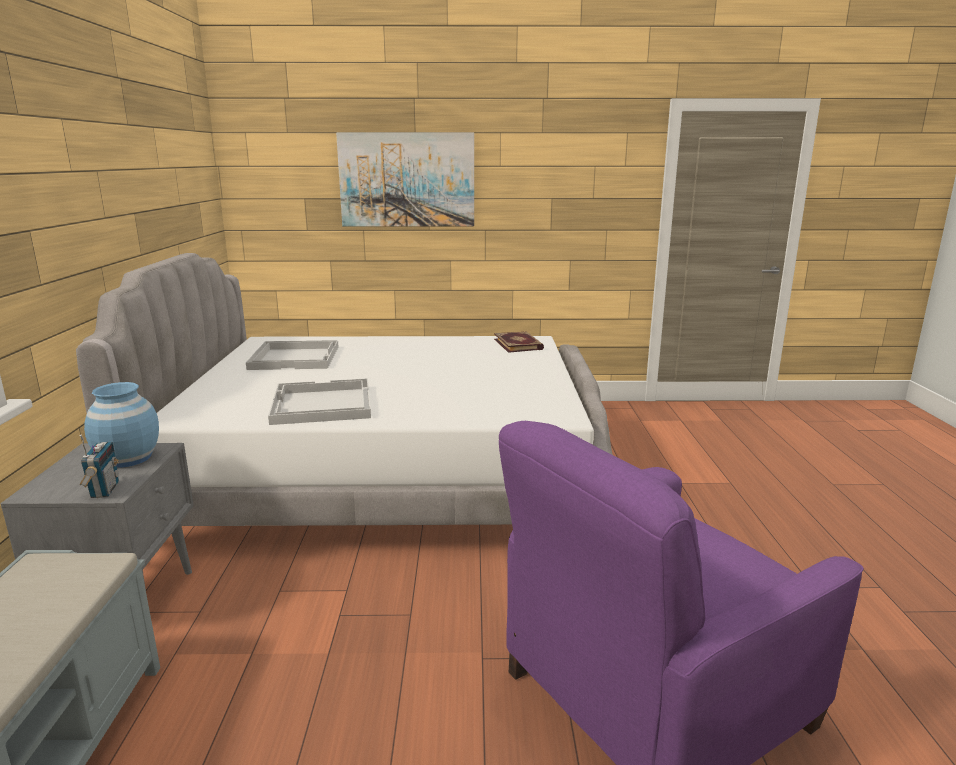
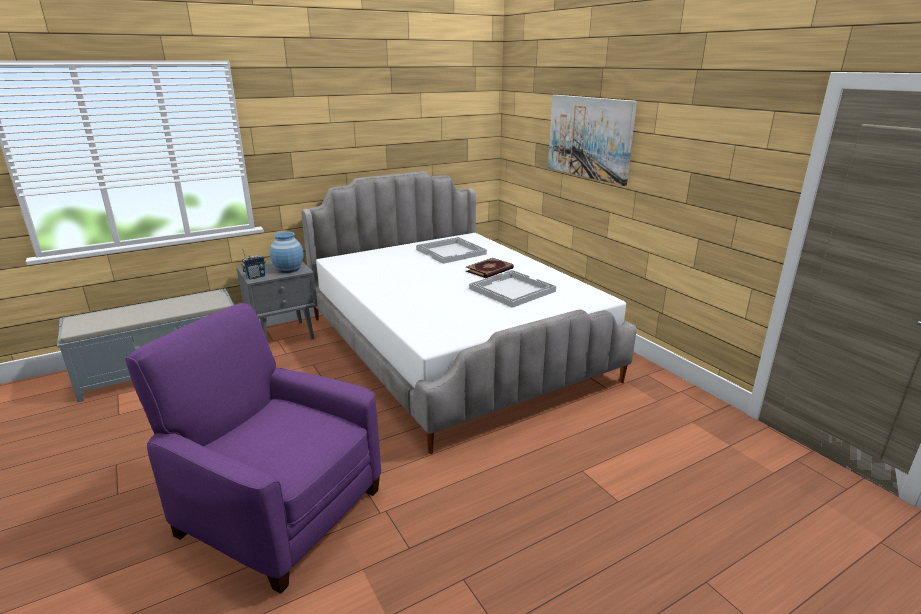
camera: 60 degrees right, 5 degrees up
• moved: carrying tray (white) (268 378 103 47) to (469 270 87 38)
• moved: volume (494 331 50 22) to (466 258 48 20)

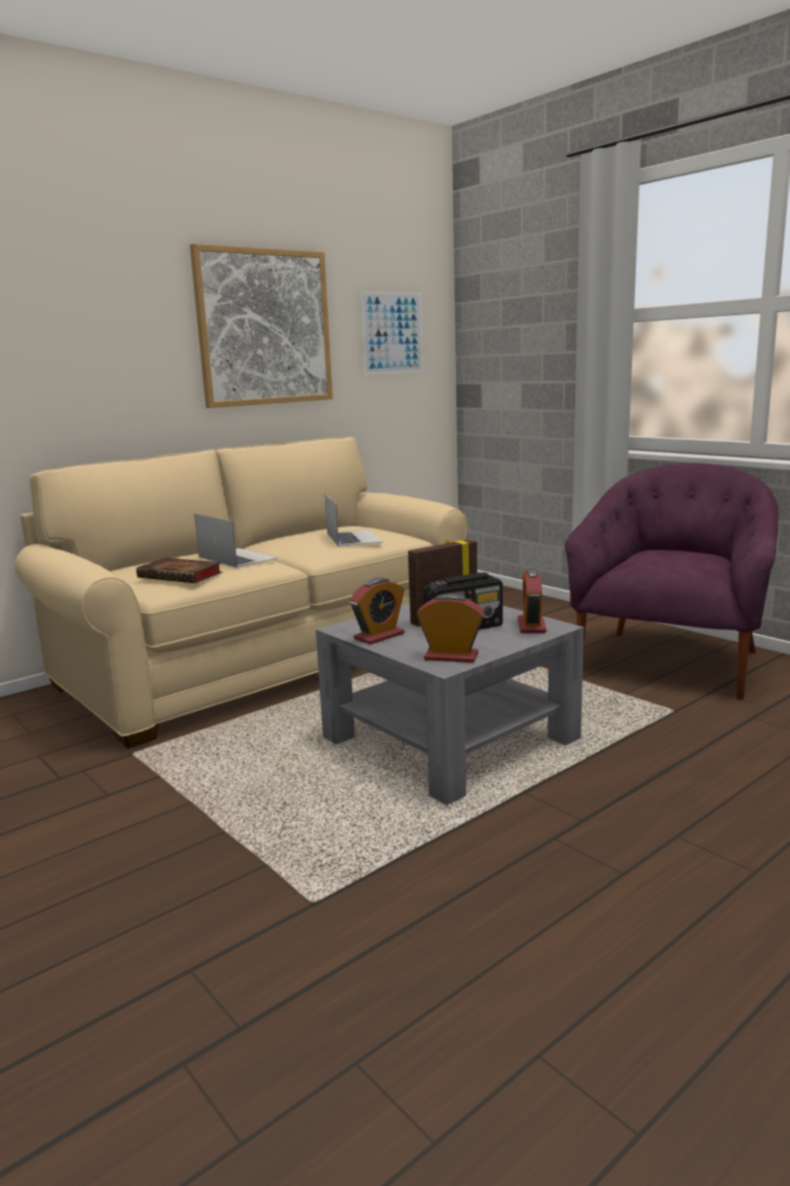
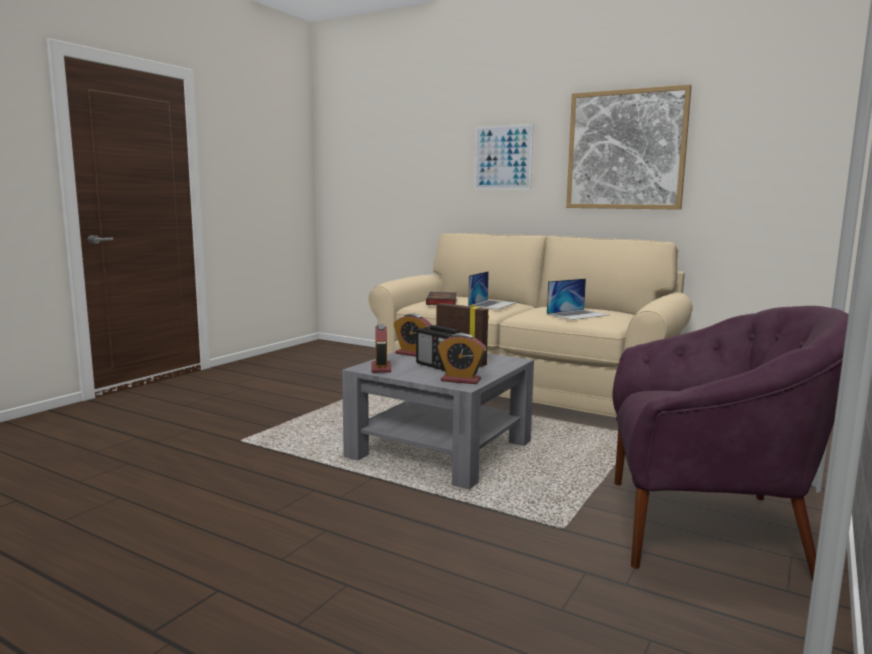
camera: 70 degrees right, 5 degrees down
• moved: picture (360 291 63 84) to (474 124 59 66)
• turned: alarm clock (518 568 29 65) = (437 333 49 51) 150 degrees counterclockwise

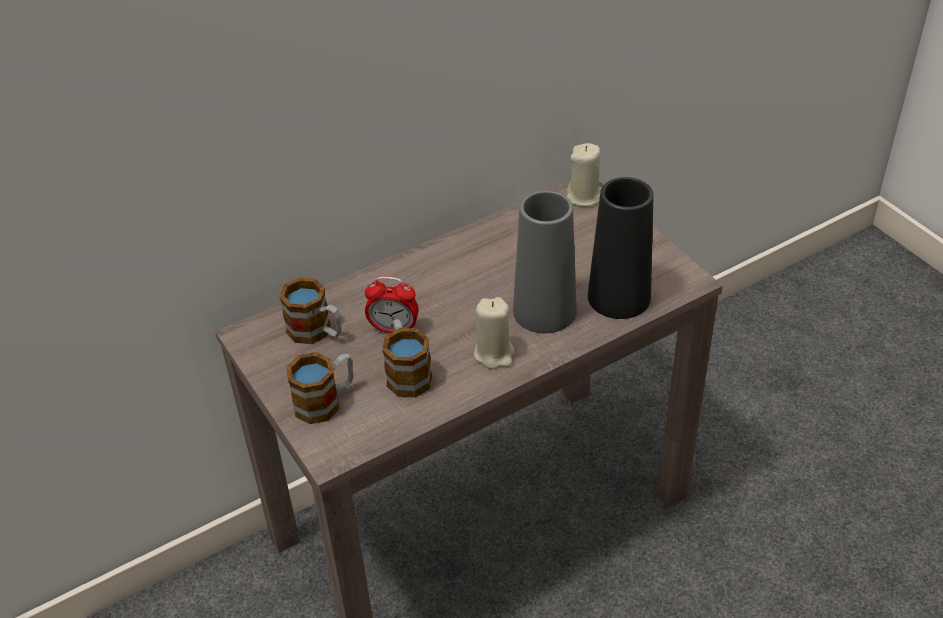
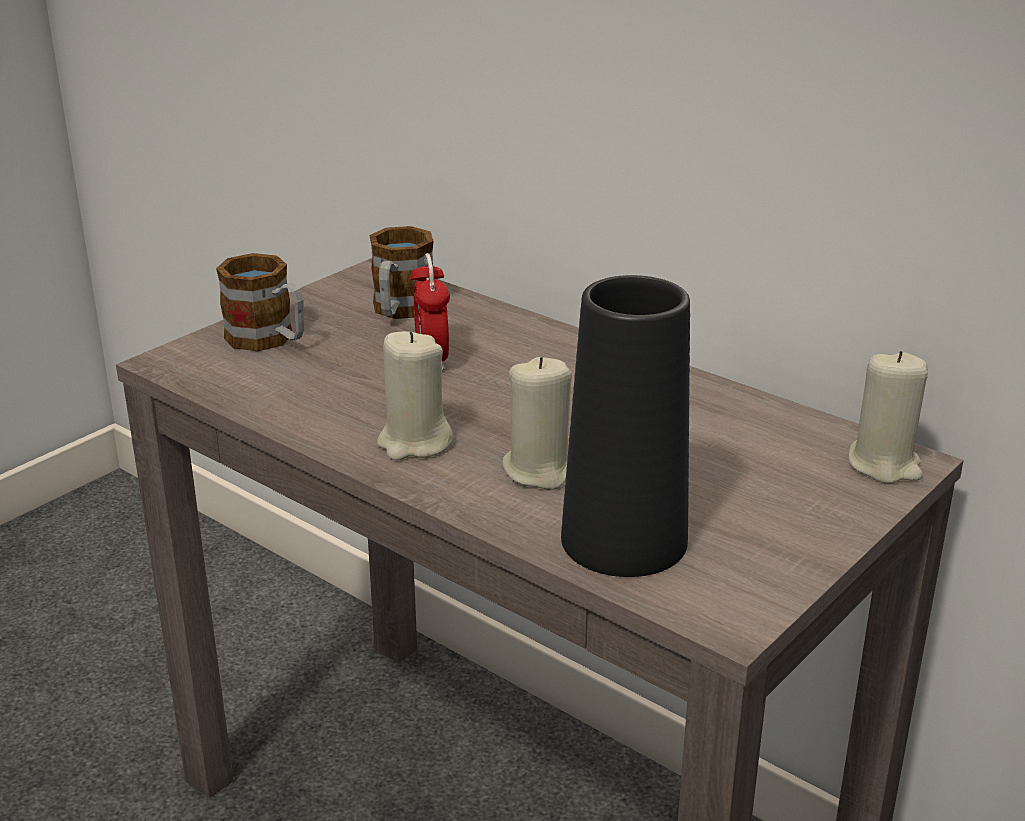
camera: 70 degrees right, 15 degrees down
• removed: mug (382 319 50 79)
• replaced: decorative vase (grey) (513 191 64 142) to wax candle (beige-coloured) (502 357 70 133)

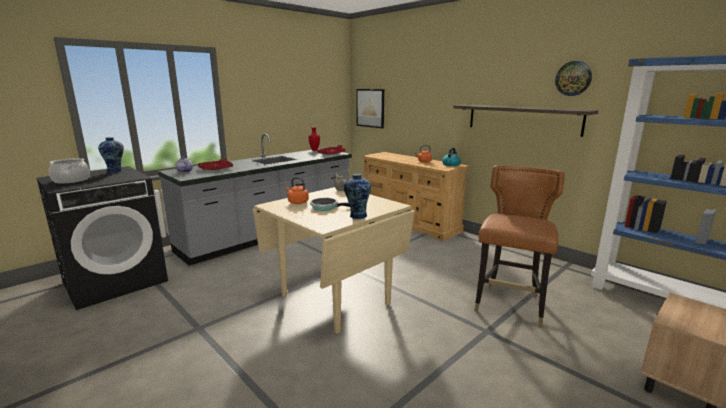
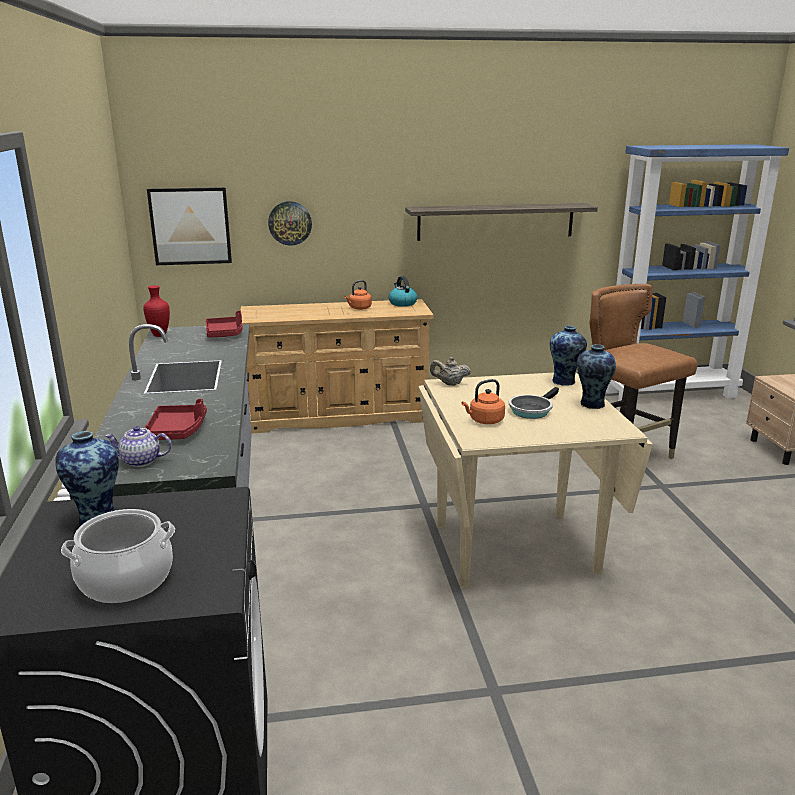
camera: 55 degrees left, 5 degrees up
• added: decorative vase (550 326 37 60)
• moved: clock on the wall (555 61 37 35) to (268 201 44 44)

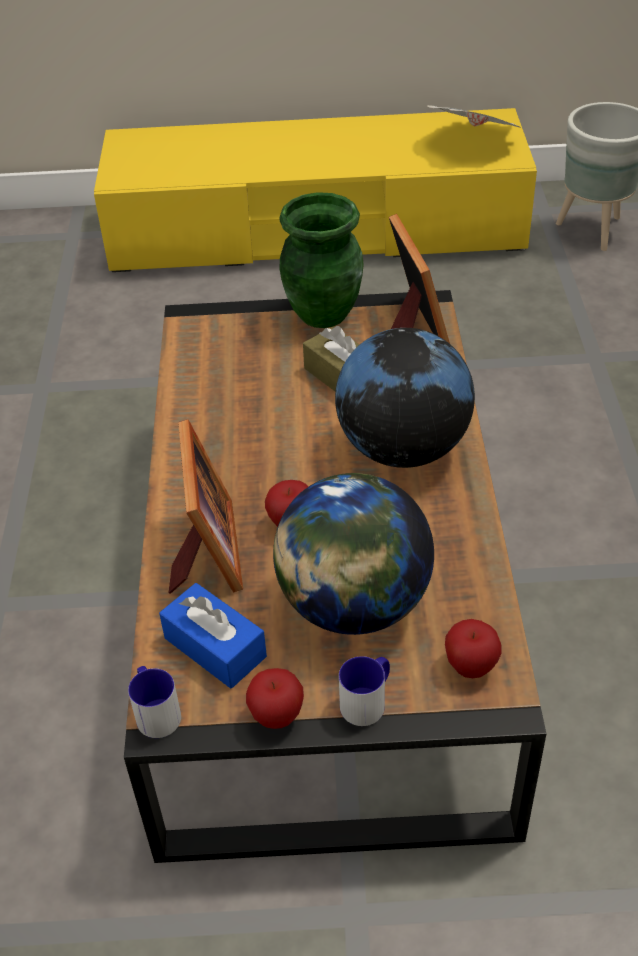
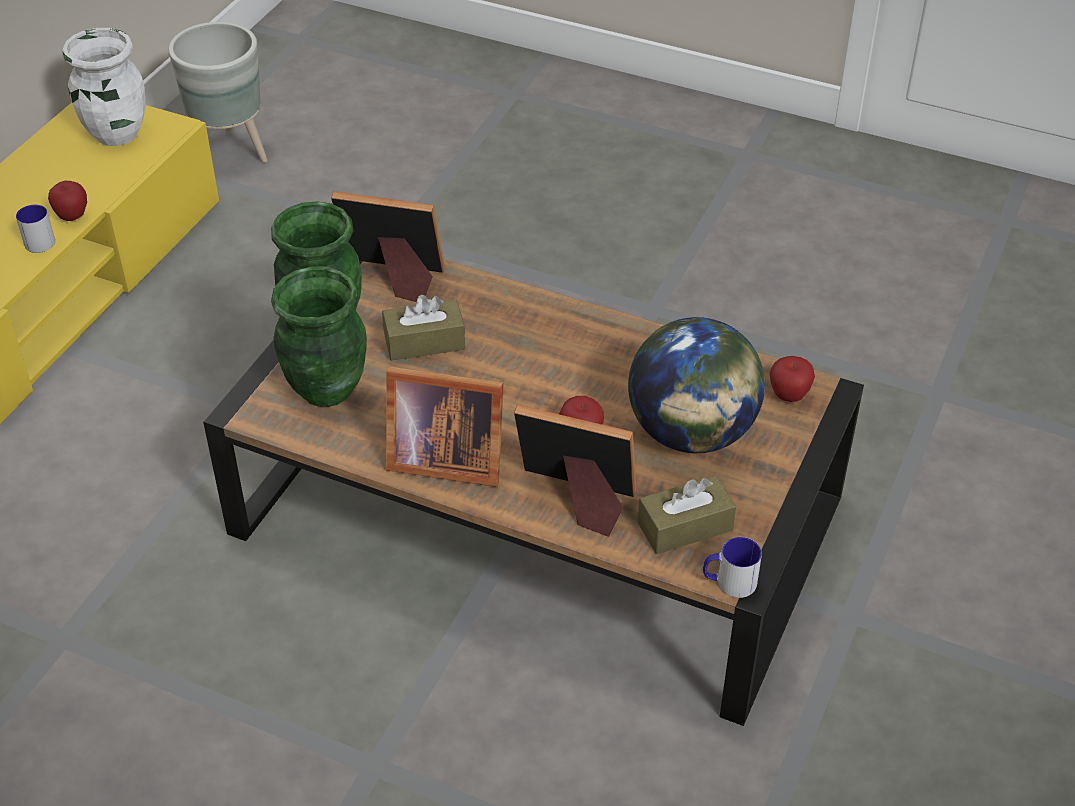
camera: 65 degrees left, 0 degrees up
• removed: globe (335 328 140 140)
• added: decorative vase (greenish) (271 266 96 141)
• added: picture frame (386 367 118 120)
• moved: whole apple (246 668 58 61) to (48 181 39 40)
• moved: mug (339 656 51 70) to (16 205 39 48)
• replaced: daily paper (427 105 94 23) to decorative vase (white) (62 28 84 118)
• recoloured: tissue box (blue-coloured) (159 583 108 105) to tissue box (brown) (638 476 98 78)

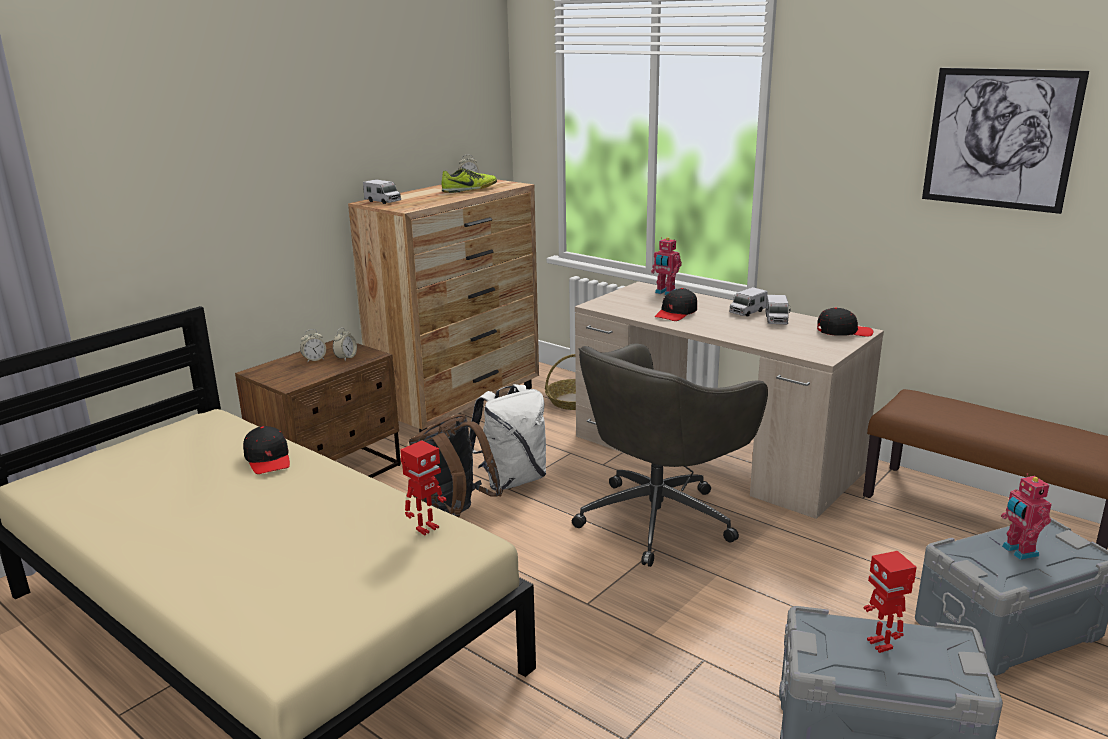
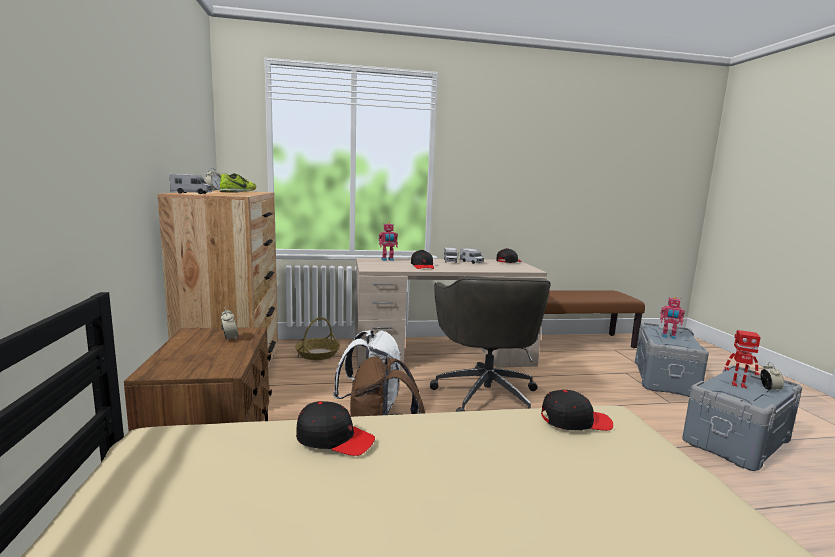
camera: 50 degrees left, 10 degrees down
• removed: picture (922 68 167 146)
• moved: alarm clock (300 329 26 34) to (761 362 23 31)
• replaced: toy robot (400 440 47 96) to baseball cap (black) (541 390 72 41)

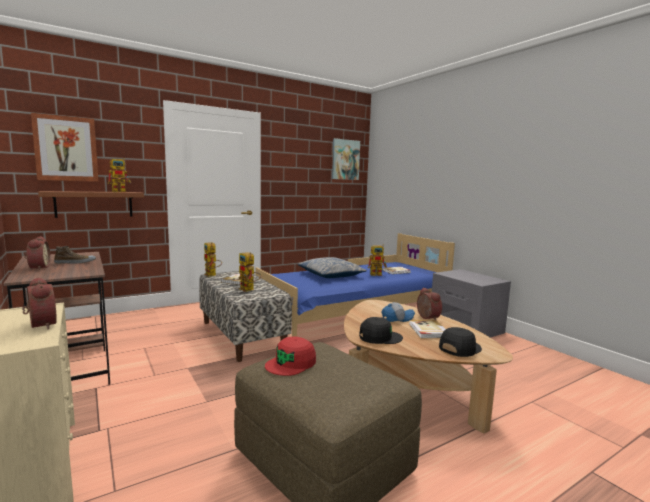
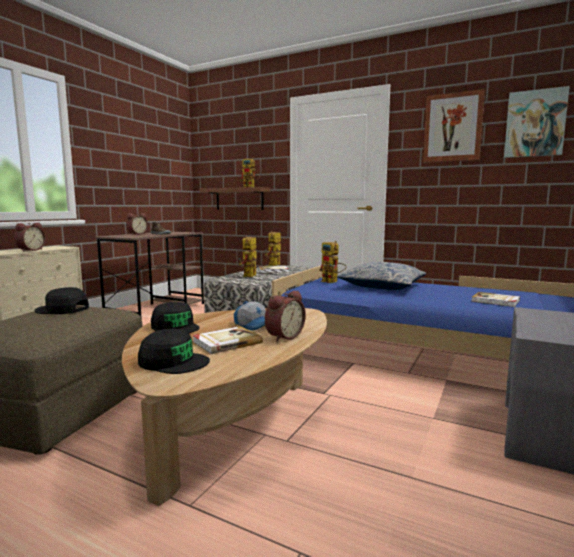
camera: 60 degrees right, 0 degrees up
• moved: picture (31 113 68 69) to (423 89 62 73)
• moved: toy robot (368 244 19 32) to (319 241 28 42)
• recoloured: baseball cap (reddish) (265 337 51 39) to baseball cap (black) (35 287 54 27)

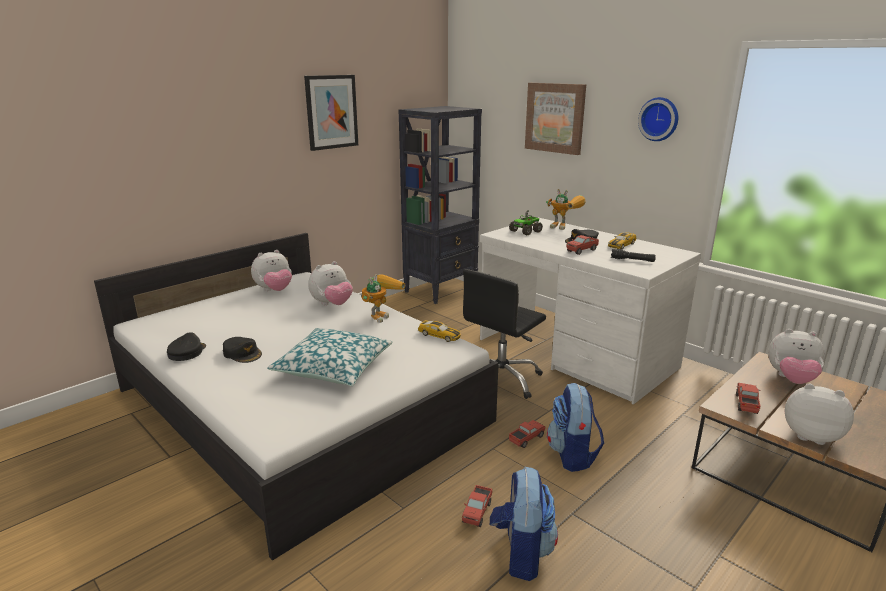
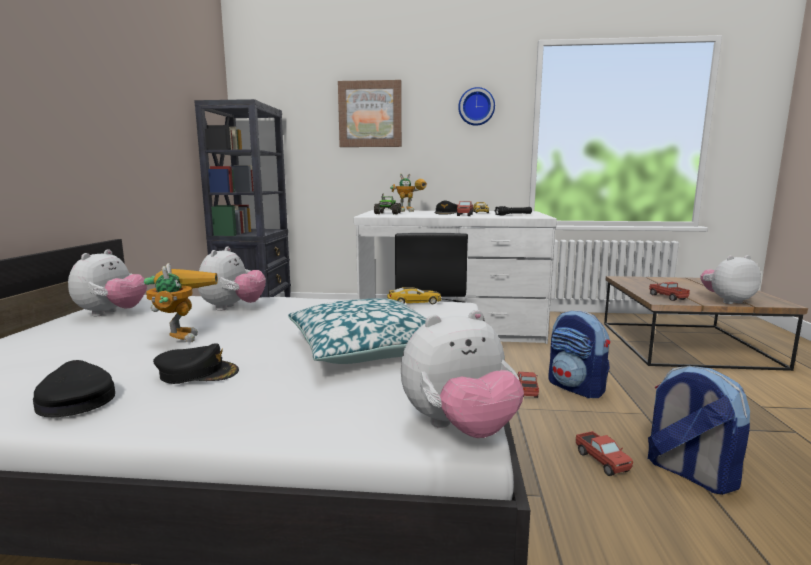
camera: 40 degrees left, 10 degrees down
• removed: picture (304 75 54 76)
• moved: toy robot (361 274 44 49) to (144 263 74 79)
• moved: plush toy (768 329 56 55) to (401 310 123 128)

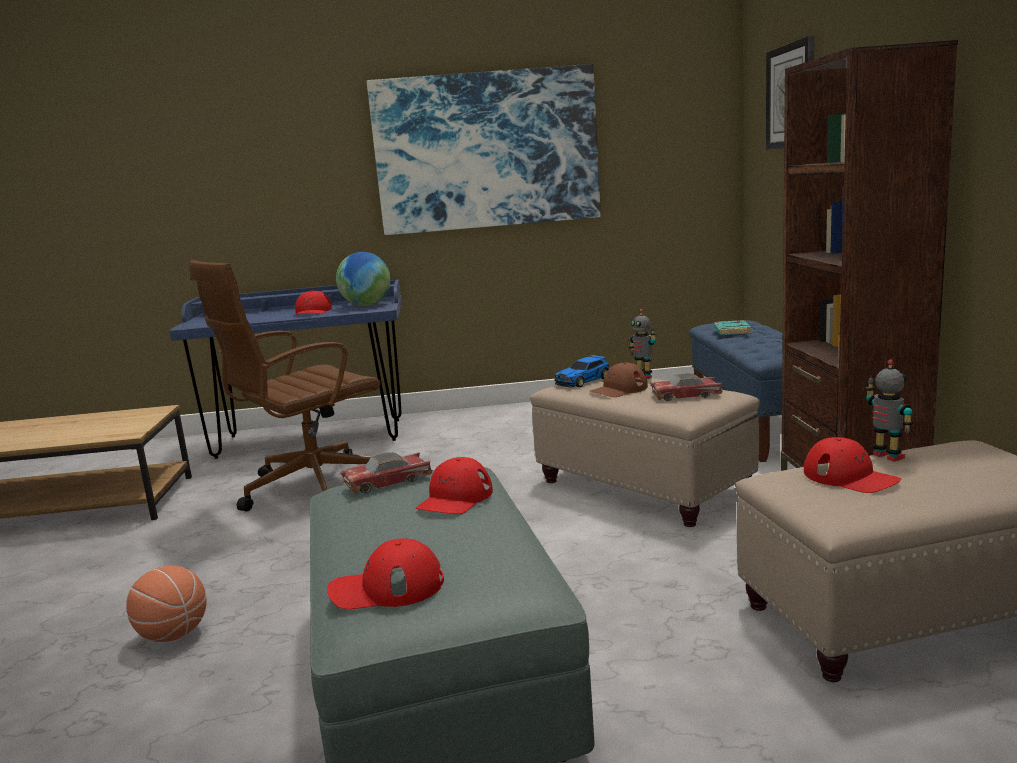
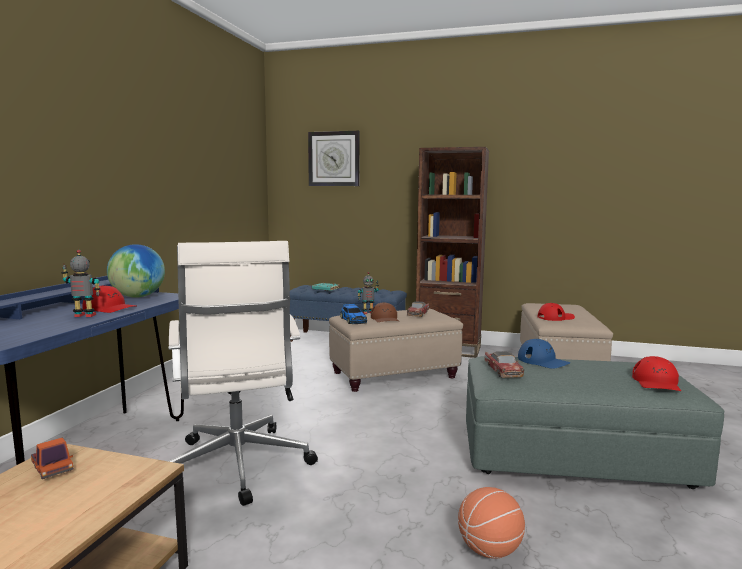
camera: 70 degrees left, 5 degrees down
• removed: picture (367 64 234 171)
• added: toy lorry (31 437 42 42)
• moved: toy robot (865 360 48 102) to (61 250 40 67)
• recoloured: desk chair (brown) (189 260 191 252) to desk chair (white) (168 241 150 265)
• recoloured: baseball cap (reddish) (416 457 77 57) to baseball cap (blue-coloured) (518 339 53 30)

